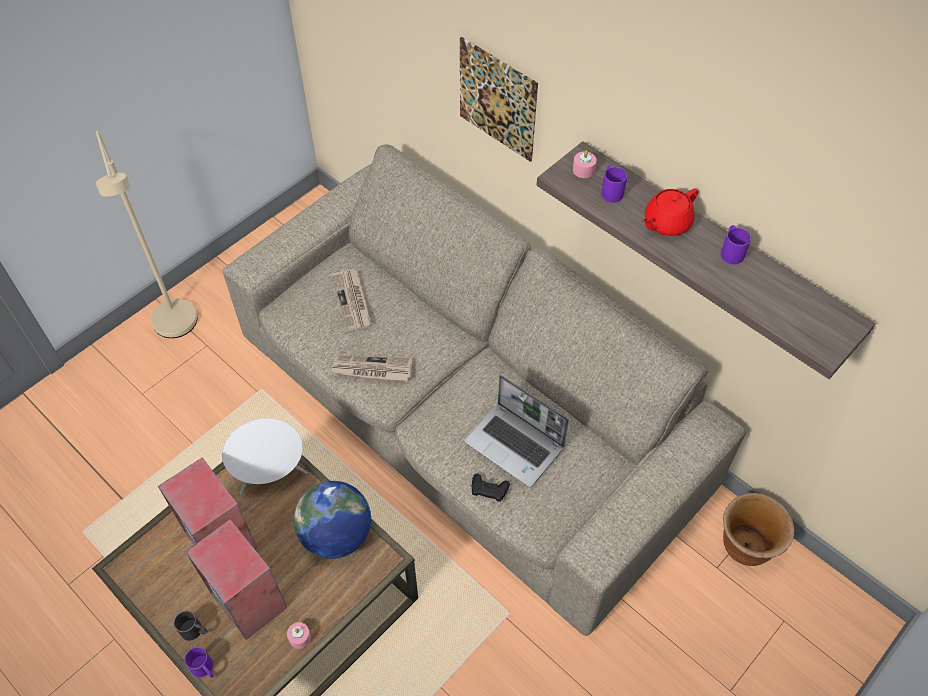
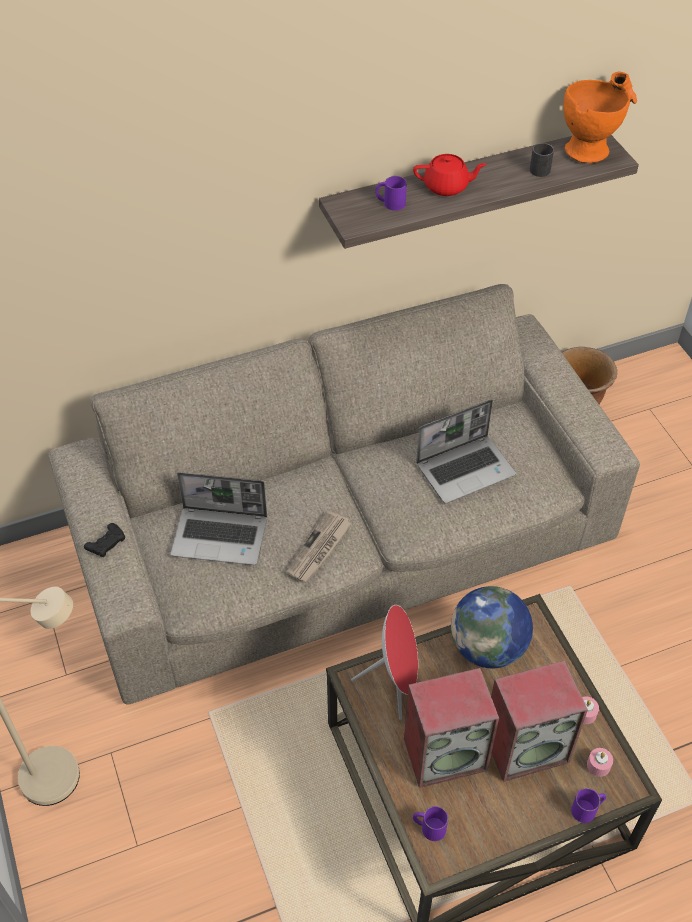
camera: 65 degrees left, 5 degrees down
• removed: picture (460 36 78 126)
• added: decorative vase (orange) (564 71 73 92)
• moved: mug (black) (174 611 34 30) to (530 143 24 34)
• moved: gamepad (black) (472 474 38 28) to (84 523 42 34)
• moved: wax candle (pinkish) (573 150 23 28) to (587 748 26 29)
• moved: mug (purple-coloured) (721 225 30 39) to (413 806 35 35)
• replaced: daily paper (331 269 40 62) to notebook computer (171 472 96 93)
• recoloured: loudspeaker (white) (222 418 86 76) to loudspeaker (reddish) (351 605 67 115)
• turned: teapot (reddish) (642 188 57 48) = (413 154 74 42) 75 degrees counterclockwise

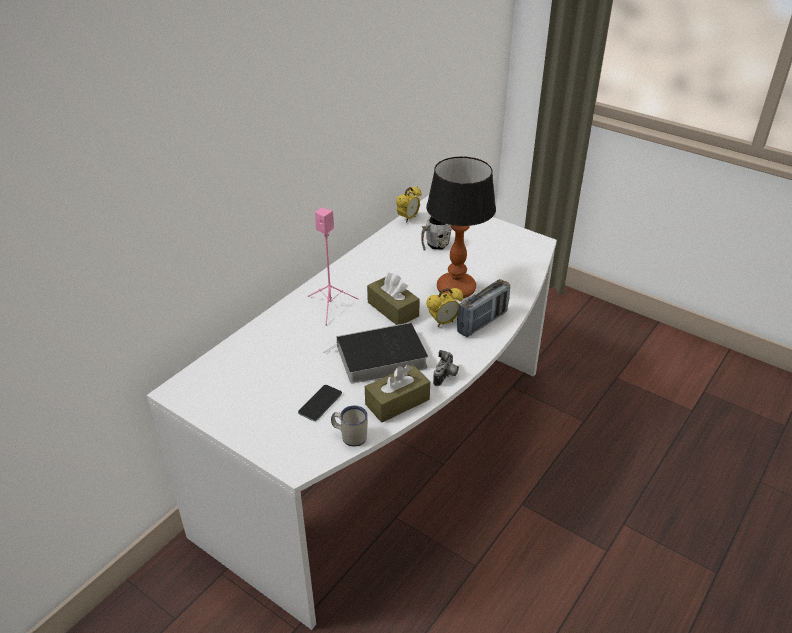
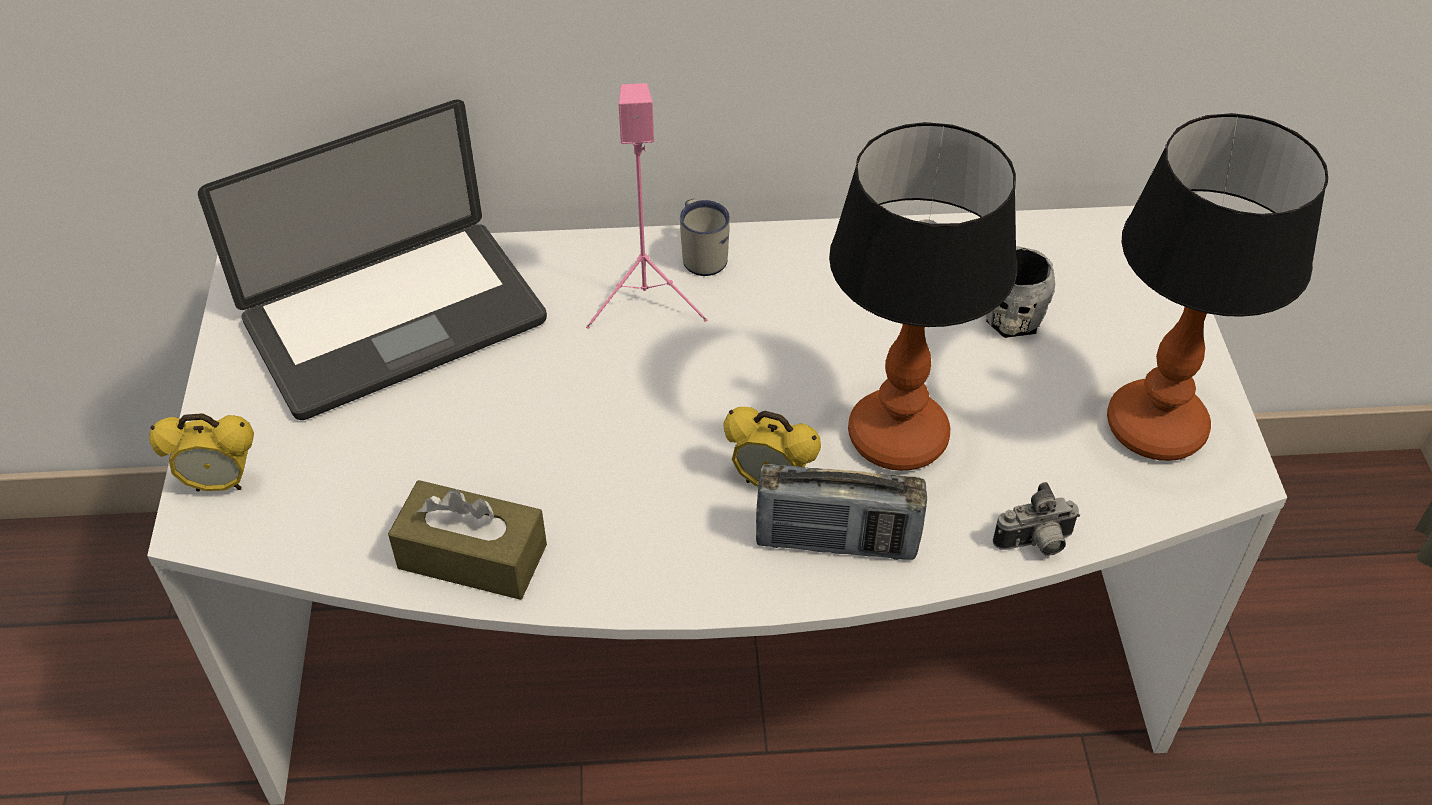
camera: 50 degrees right, 10 degrees up
• removed: handset (298 385 44 36)
• removed: volume (324 322 104 62)
• removed: tissue box (brown) (367 272 53 53)
• added: notebook computer (198 99 349 321)
• added: tabletop lamp (1107 113 221 348)
• moved: mug (white) (331 406 37 41) to (680 199 50 77)
• moved: alarm clock (396 187 25 36) to (149 413 105 79)
• moved: still camera (433 350 26 36) to (993 482 87 74)

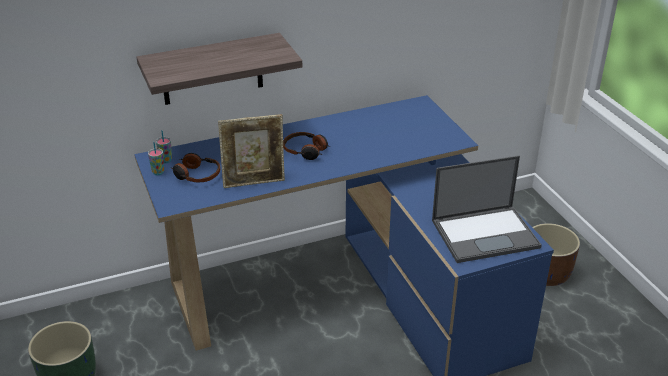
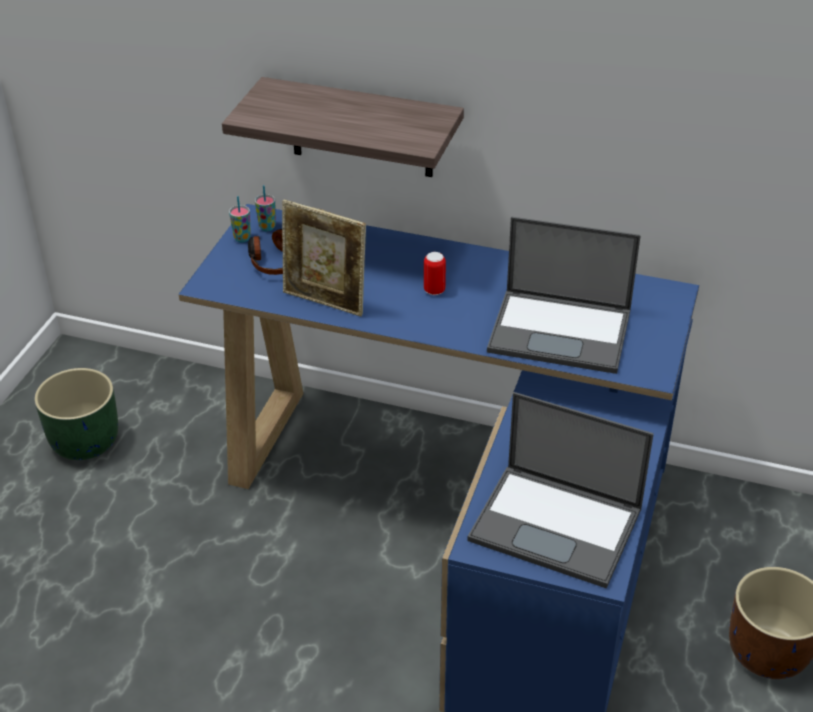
camera: 40 degrees right, 5 degrees up
• added: notebook computer (487 216 154 158)
• replaced: headset (283 132 47 28) to sealed can (424 252 22 43)

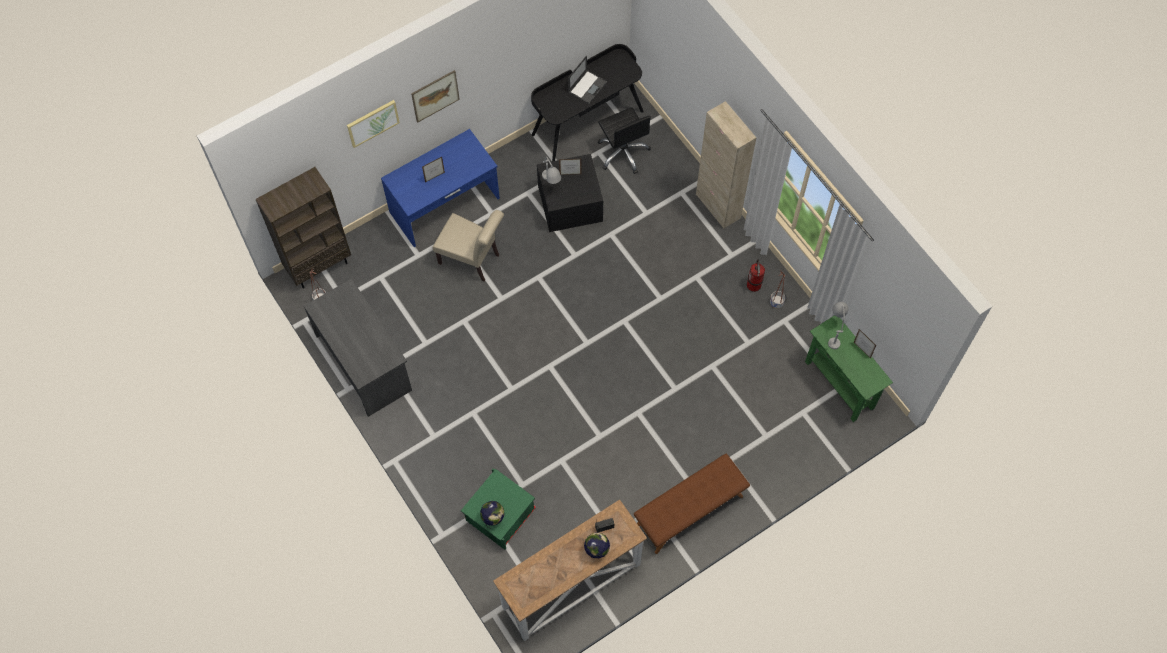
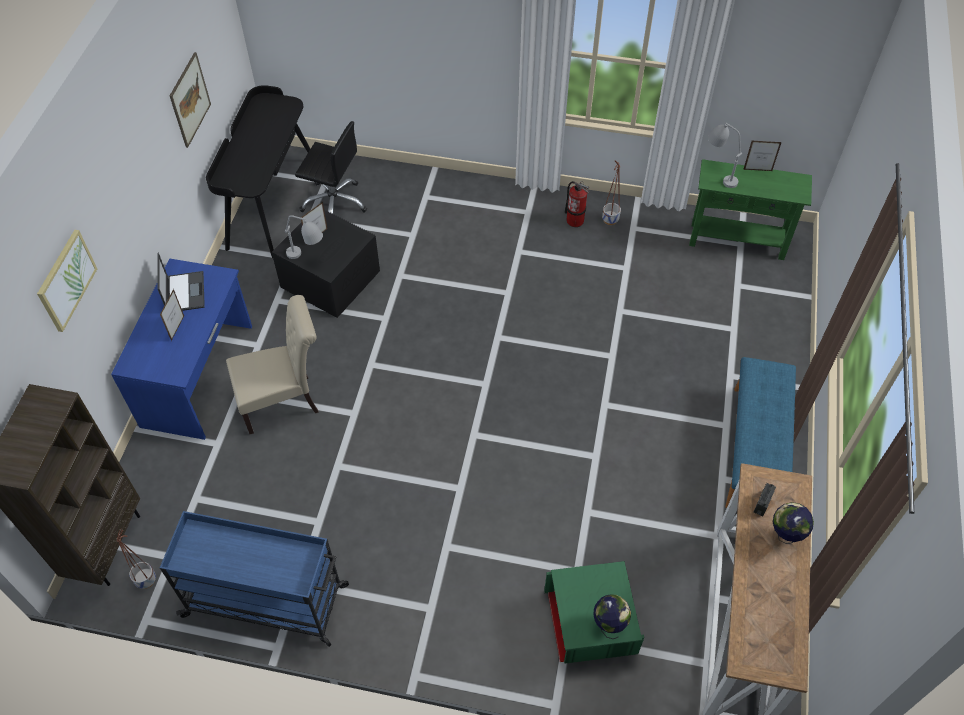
camera: 45 degrees left, 10 degrees down
• removed: storage cabinet (beige-coloured) (696 101 60 128)
• moved: picture (411 70 49 53) to (170 52 41 96)
• moved: notebook computer (568 55 39 49) to (157 253 48 58)
• replaced: desk table (grey) (304 279 108 138) to cart (blue-coloured) (160 511 189 136)
• recoloured: bench (brown) (634 453 116 101) to bench (blue-coloured) (725 357 71 151)

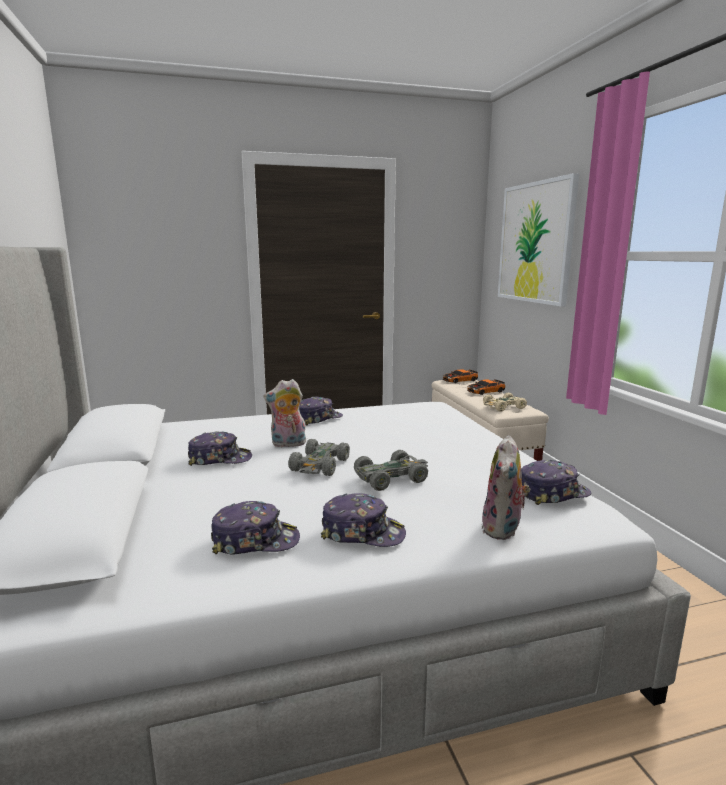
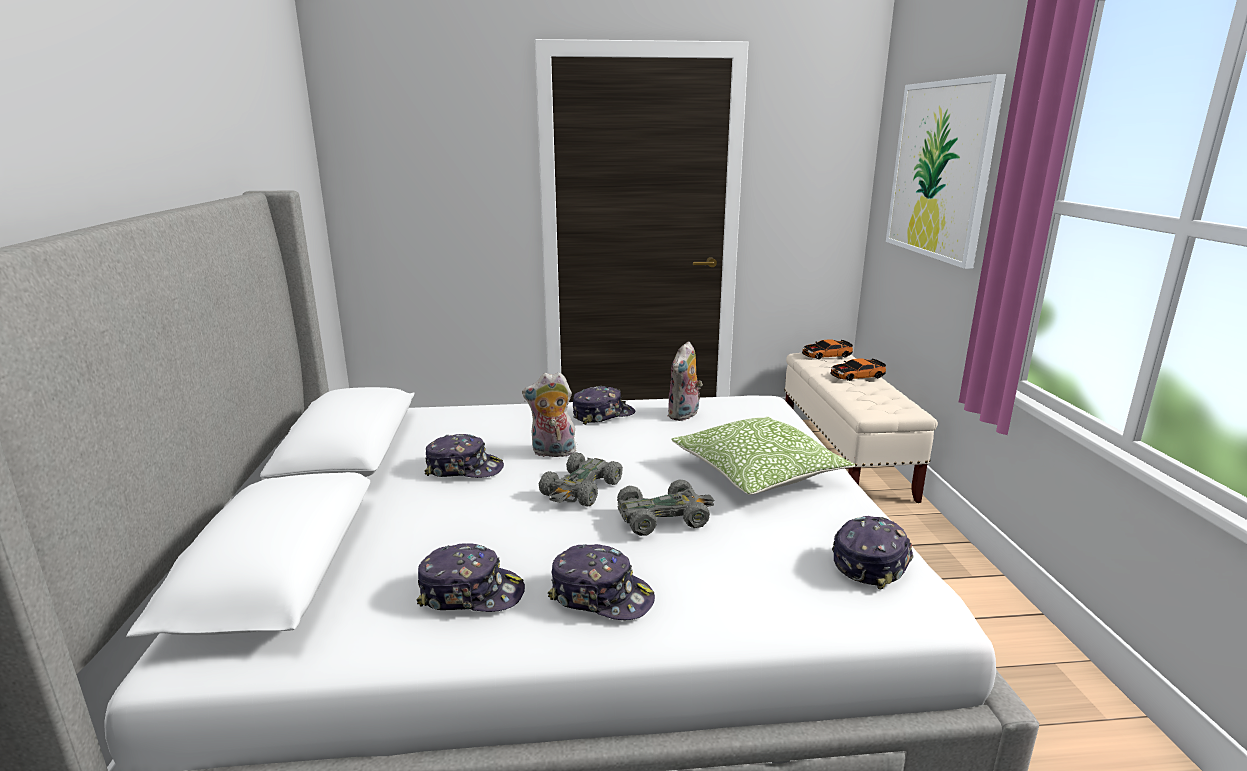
camera: 10 degrees right, 5 degrees up
• removed: toy car (beige-coloured) (483 393 44 19)
• added: pillow (671 417 184 78)
• moved: plush toy (481 435 50 105) to (668 341 35 80)
• turned: baseball cap (521 460 70 45) = (832 516 81 74) 45 degrees counterclockwise

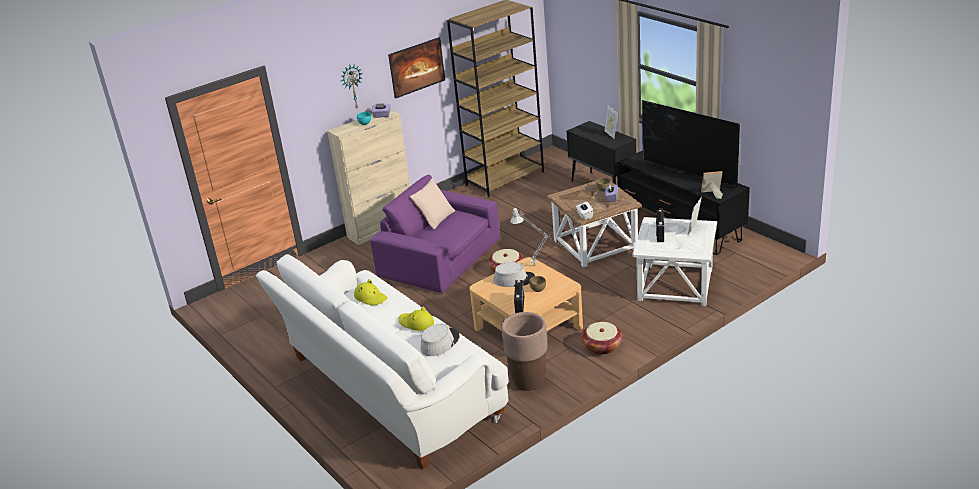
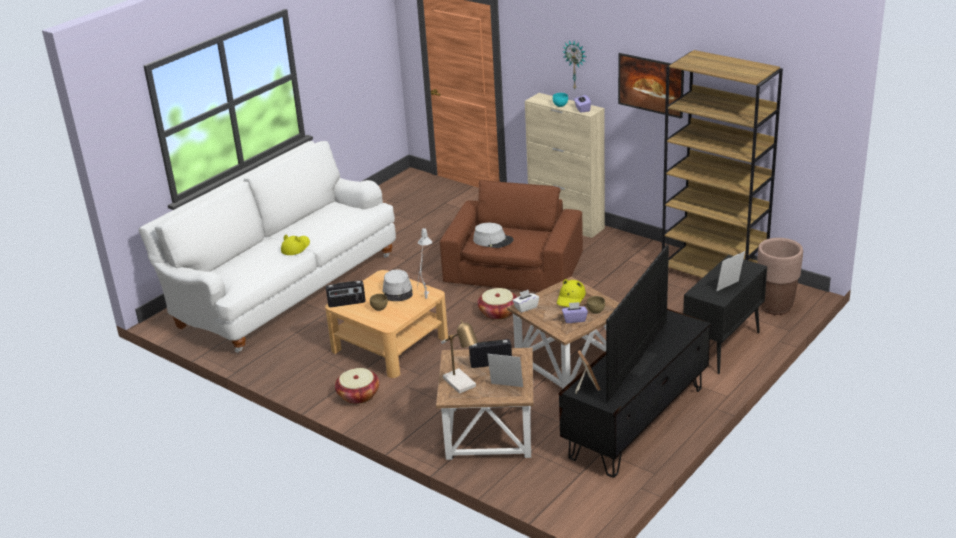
camera: 75 degrees right, 0 degrees up
• removed: pillow (beige-coloured) (410 179 45 51)
• added: tabletop lamp (441 320 37 74)
• moved: wearable hat (yellow-coloured) (354 279 33 27) to (557 279 29 28)
• moved: wearable hat (grey) (421 324 39 32) to (473 223 40 25)
• moved: flower pot (brown) (501 312 46 79) to (757 238 46 77)
• recoloured: lounge chair (purple-coloured) (370 175 130 118) to lounge chair (brown) (440 180 143 112)
• recoloured: accent table (white) (632 217 85 89) to accent table (brown) (436 348 97 112)

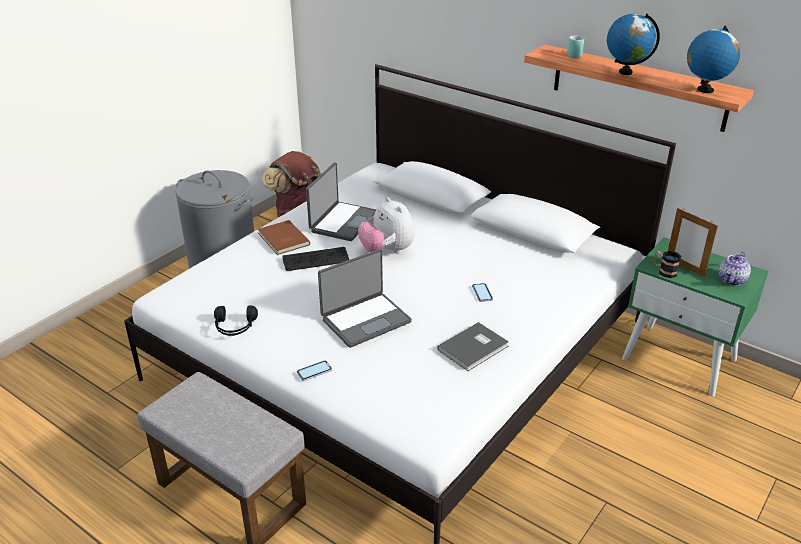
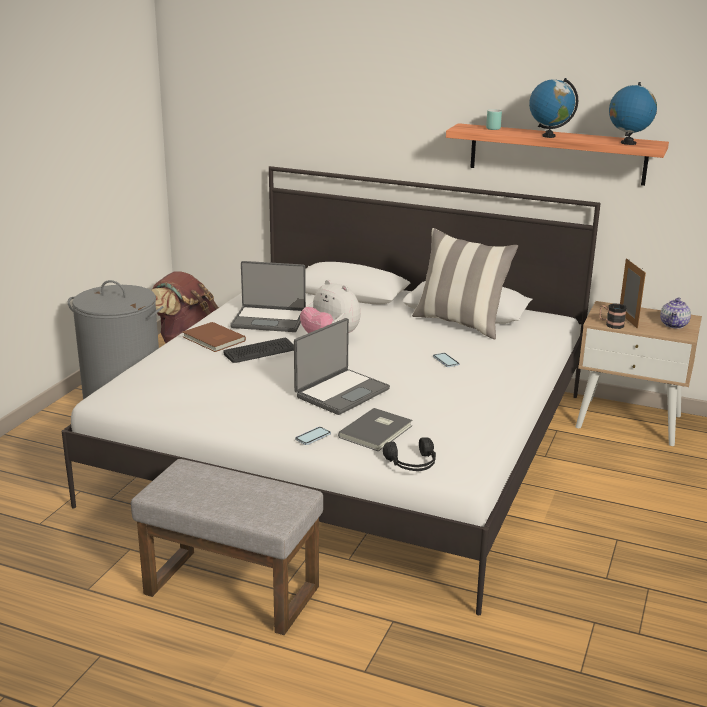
camera: 15 degrees left, 10 degrees down
• added: pillow (412 228 106 112)
• moved: headset (black) (214 305 44 31) to (383 437 53 34)
• moved: volume (grey) (437 322 72 49) to (338 408 74 43)
• recoloured: night table (greenish) (622 237 147 160) to night table (beige-coloured) (576 301 126 145)
• turned: notebook computer (306 162 70 79) = (230 261 76 71) 90 degrees clockwise
• turned: picture frame (668 208 50 69) = (620 258 26 71) 135 degrees counterclockwise

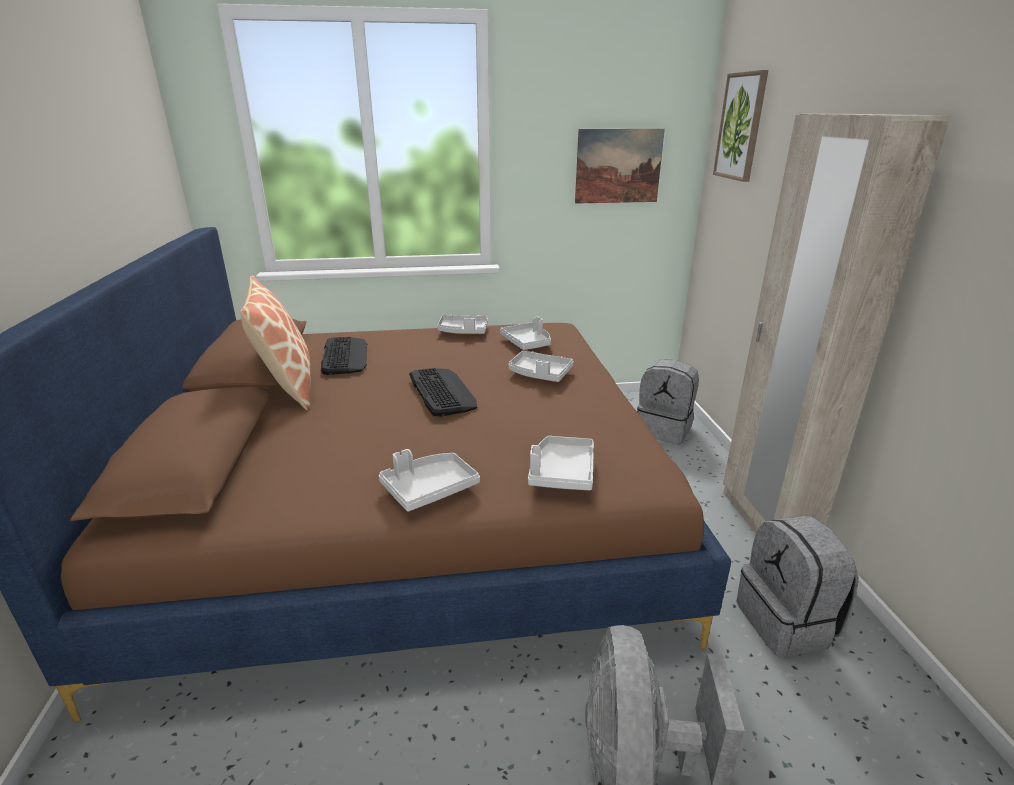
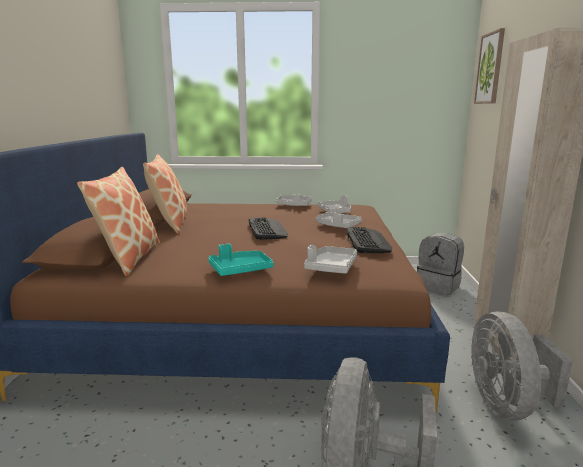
camera: 10 degrees right, 10 degrees down
• removed: picture (575 129 90 75)
• added: pillow (77 167 83 109)
• moved: keyboard (321 337 46 38) to (346 227 46 26)
• replaced: rucksack (grey) (737 516 122 141) to cooling fan (grey) (471 312 102 109)
• recoloured: carrying tray (grey) (379 449 101 63) to carrying tray (blue-green) (208 244 66 32)

